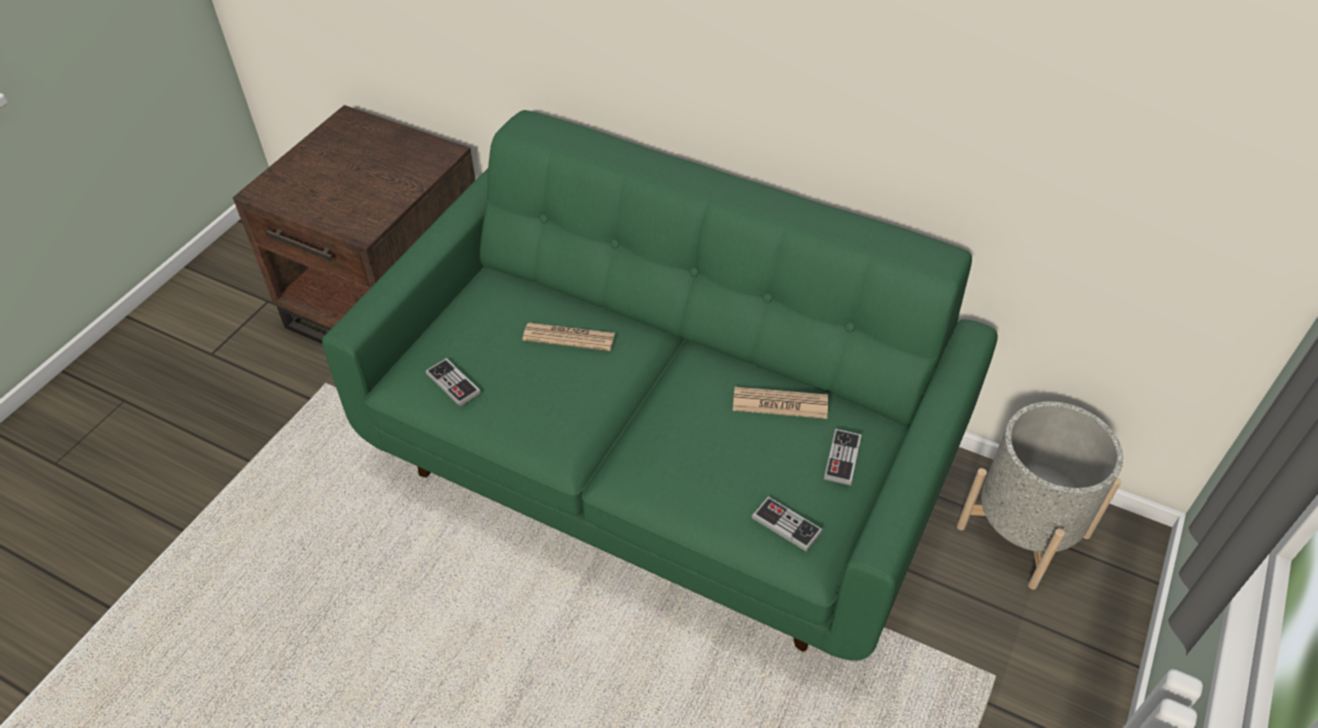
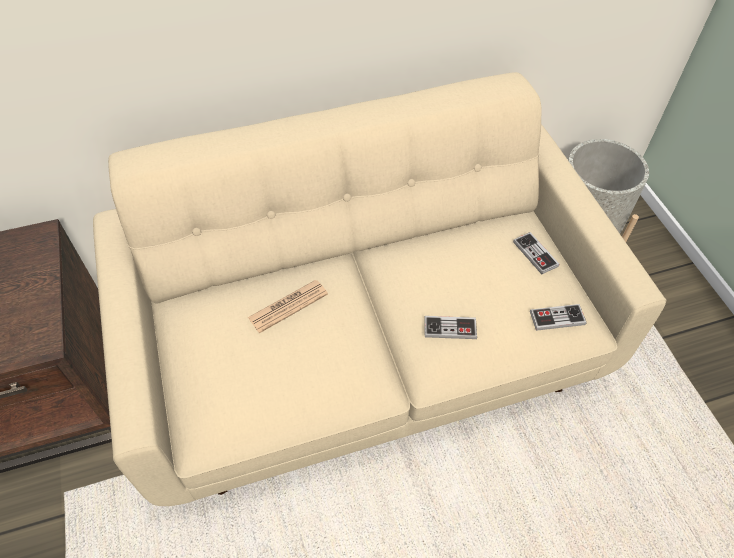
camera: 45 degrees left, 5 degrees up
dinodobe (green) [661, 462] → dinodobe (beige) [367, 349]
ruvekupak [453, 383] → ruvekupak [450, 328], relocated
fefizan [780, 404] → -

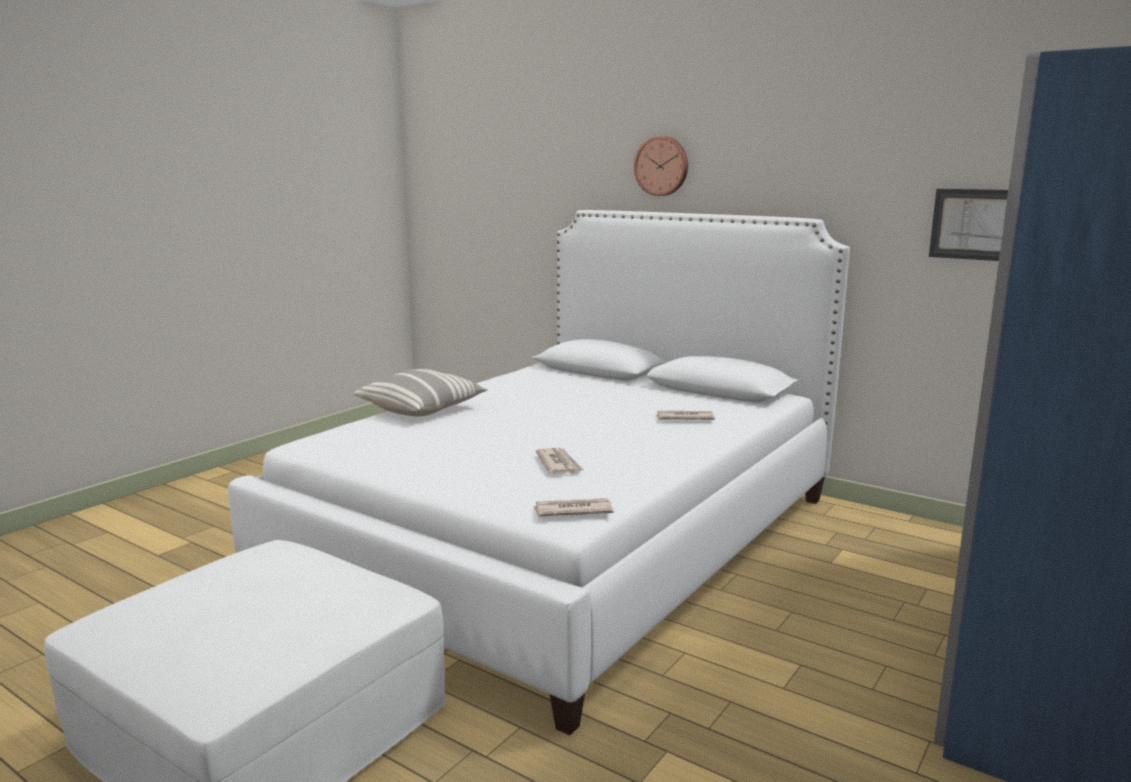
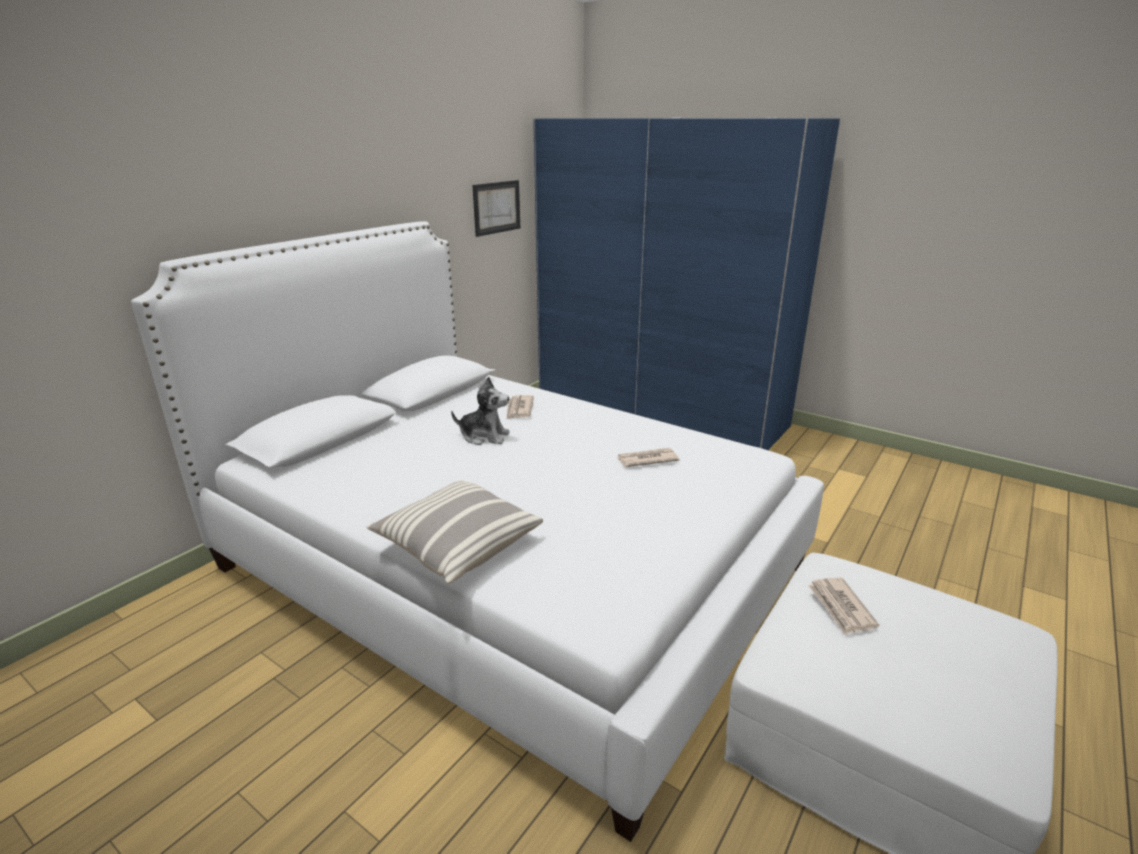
camera: 90 degrees left, 10 degrees up
fefizan [572, 511] → fefizan [841, 608], relocated
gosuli [662, 166] → -
- → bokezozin [484, 436]

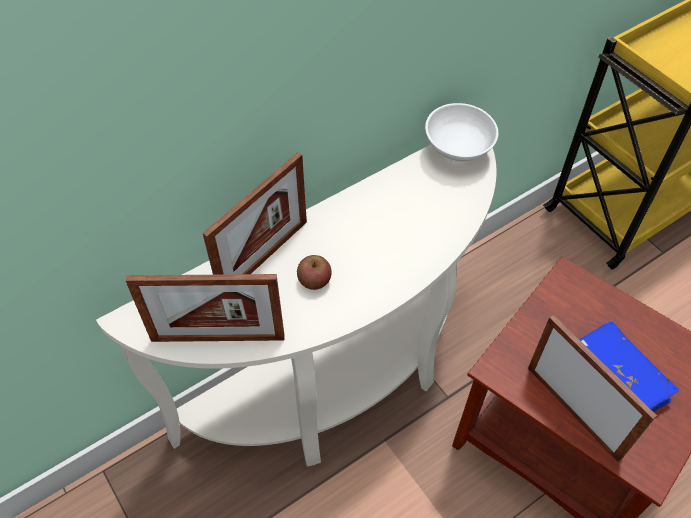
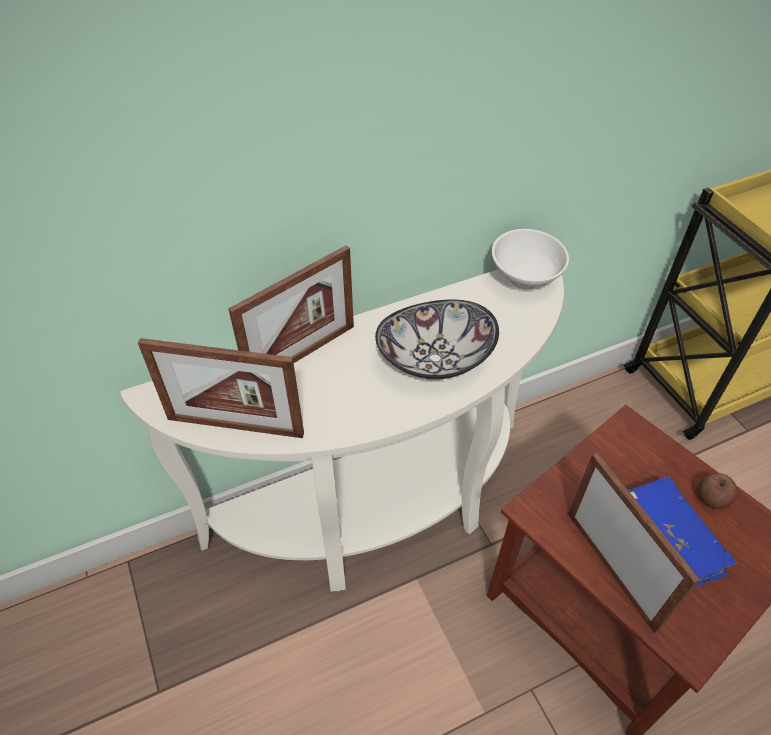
camera: 10 degrees right, 5 degrees down
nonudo [314, 280] → nonudo [712, 498], relocated
- → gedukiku [434, 358]

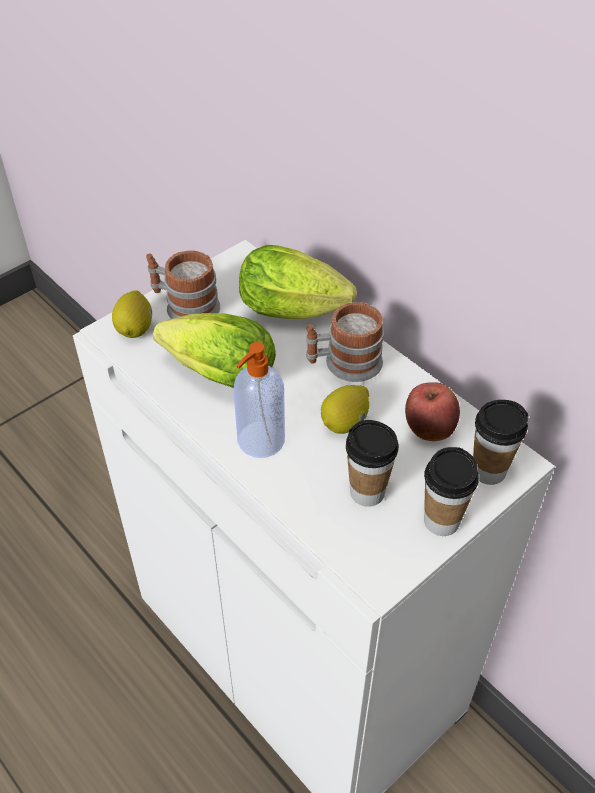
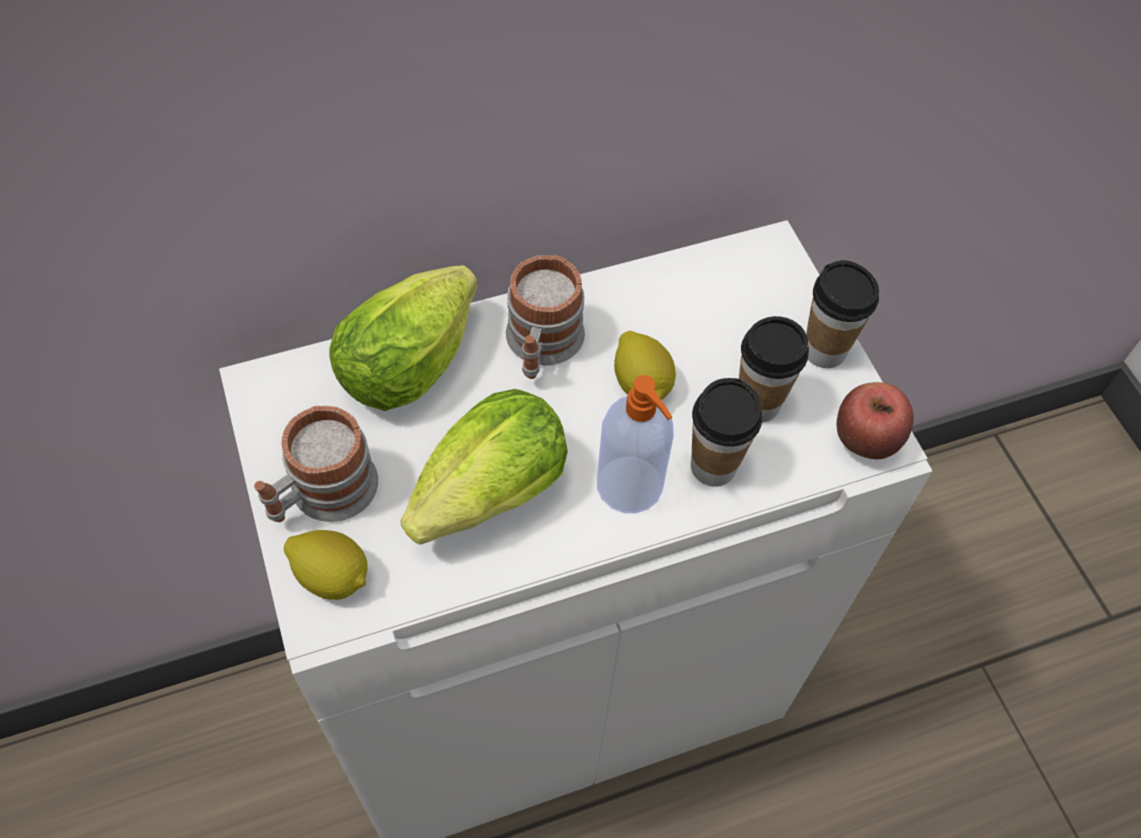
camera: 70 degrees left, 10 degrees up
nonudo [428, 430] → nonudo [864, 441], relocated
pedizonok [488, 471] → pedizonok [713, 466], relocated

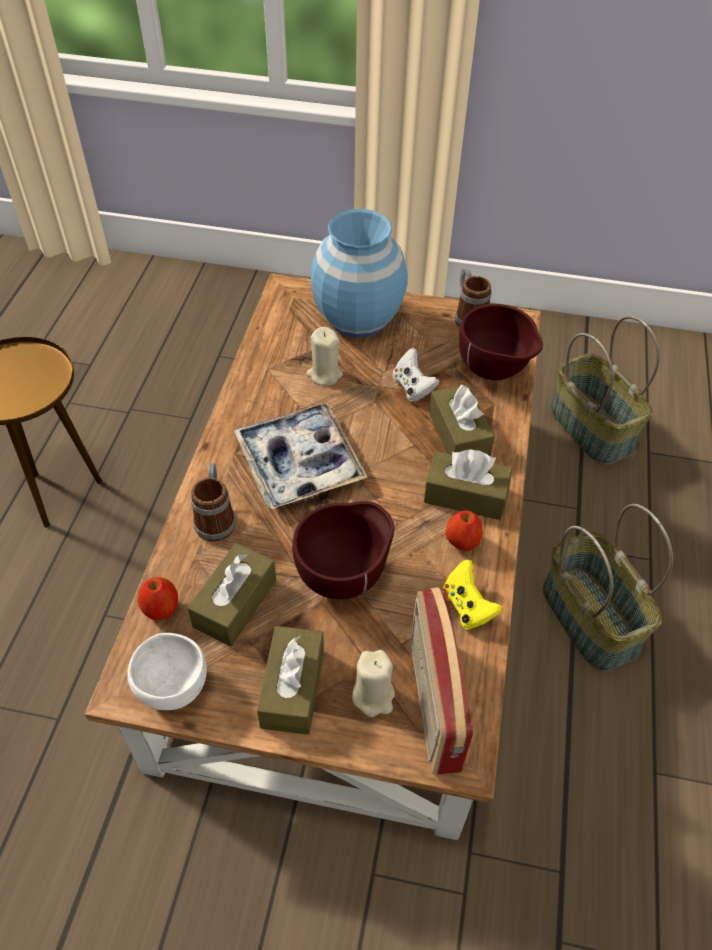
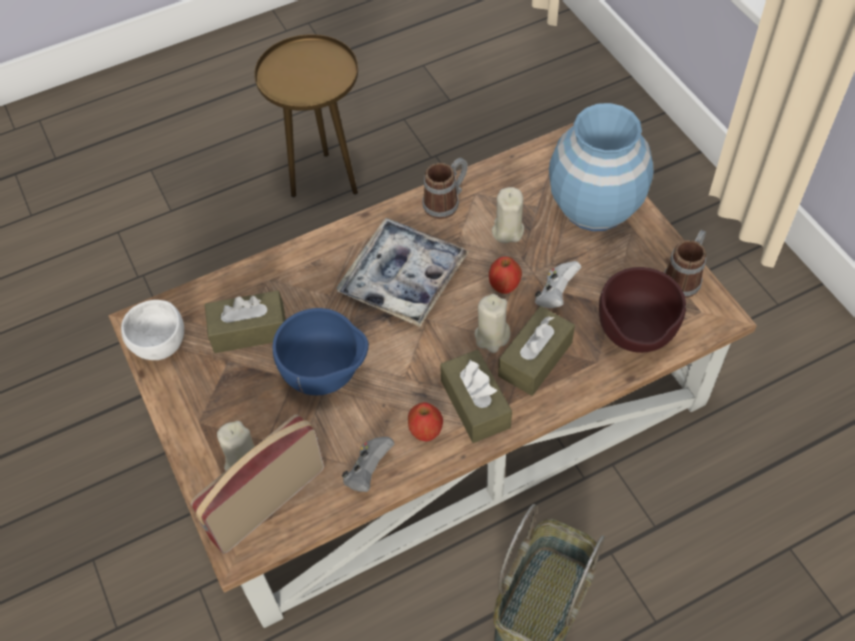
camera: 55 degrees right, 5 degrees up
nonudo [161, 609] → nonudo [504, 286], relocated
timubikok [216, 517] → timubikok [446, 201], relocated
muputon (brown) [292, 688] → -
gedukiku (brown) [344, 576] → gedukiku (blue) [327, 377]
ruvekupak (yellow) [467, 606] → ruvekupak (grey) [368, 472]
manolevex [592, 428] → -
- → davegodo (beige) [492, 336]

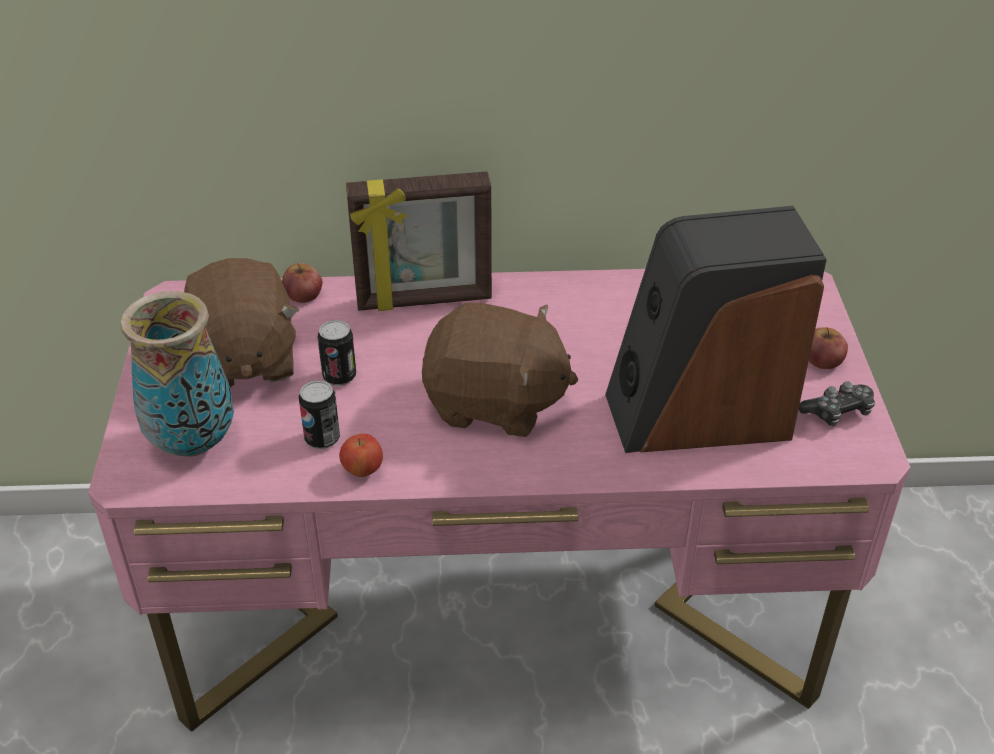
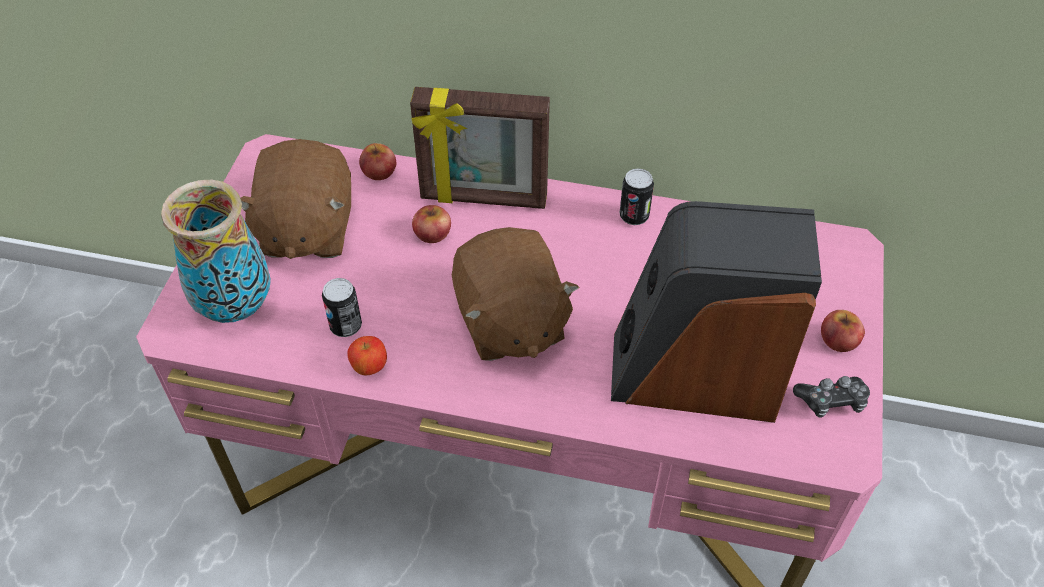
camera: 15 degrees right, 10 degrees up
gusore [339, 376] → gusore [634, 216], relocated
bokezozin (brown) [495, 404] → bokezozin (brown) [509, 322], 45 degrees clockwise
- → nonudo [432, 233]

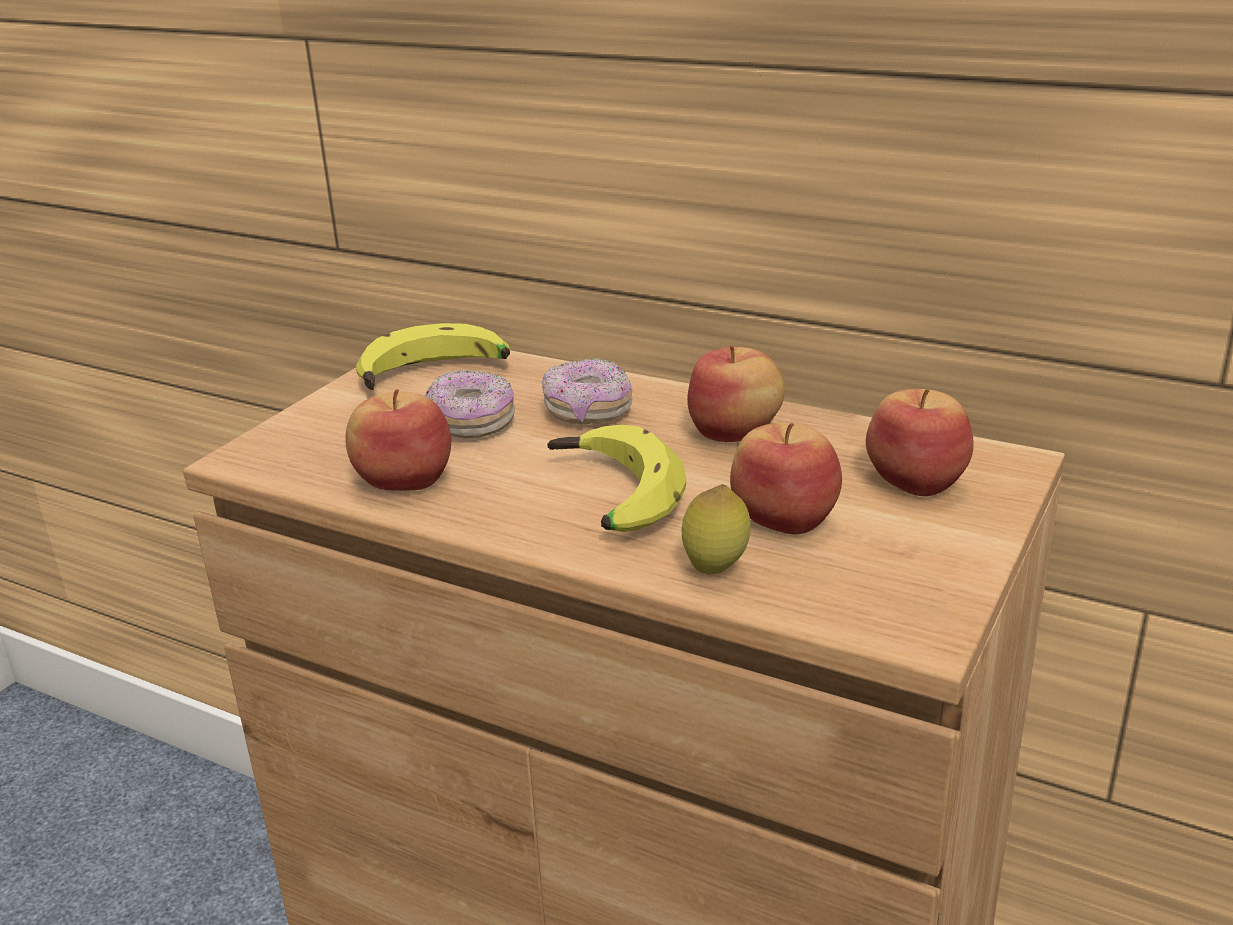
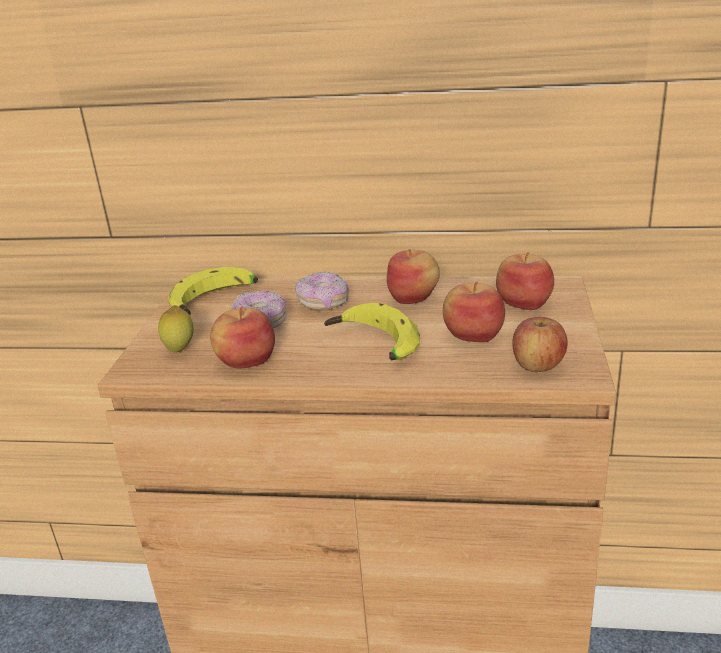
camera: 20 degrees left, 0 degrees up
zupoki [716, 570] → zupoki [180, 350], relocated
- → nonudo [538, 366]

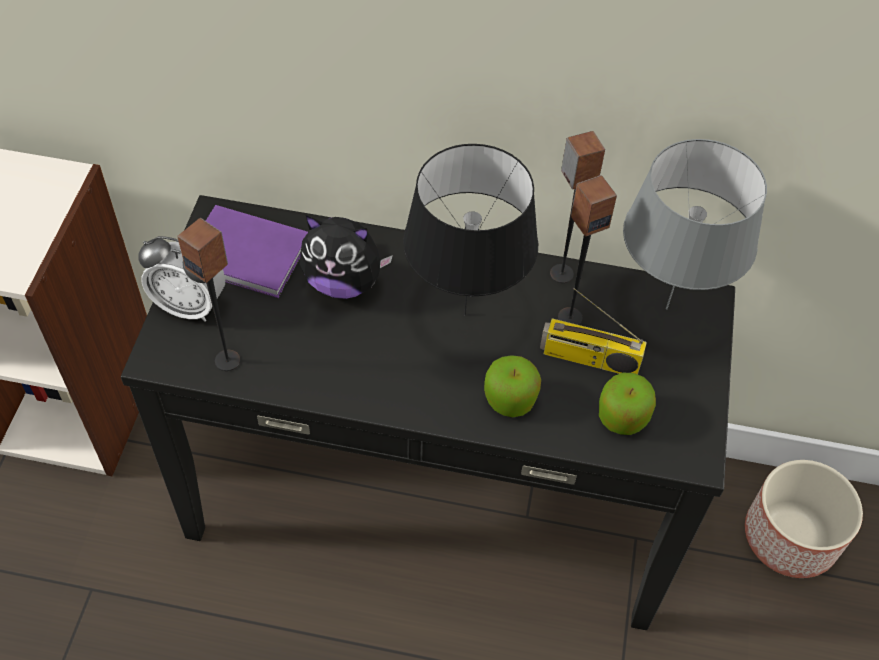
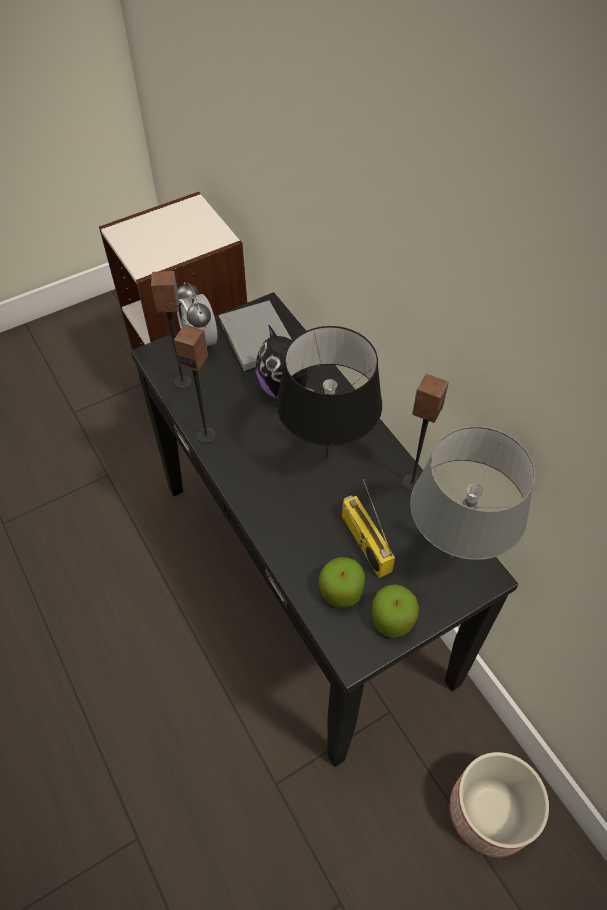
camera: 50 degrees right, 0 degrees up
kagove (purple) [249, 256] → kagove (grey) [257, 340]
nonudo [510, 399] → nonudo [392, 619], relocated
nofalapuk [569, 317] → nofalapuk [206, 435], relocated

